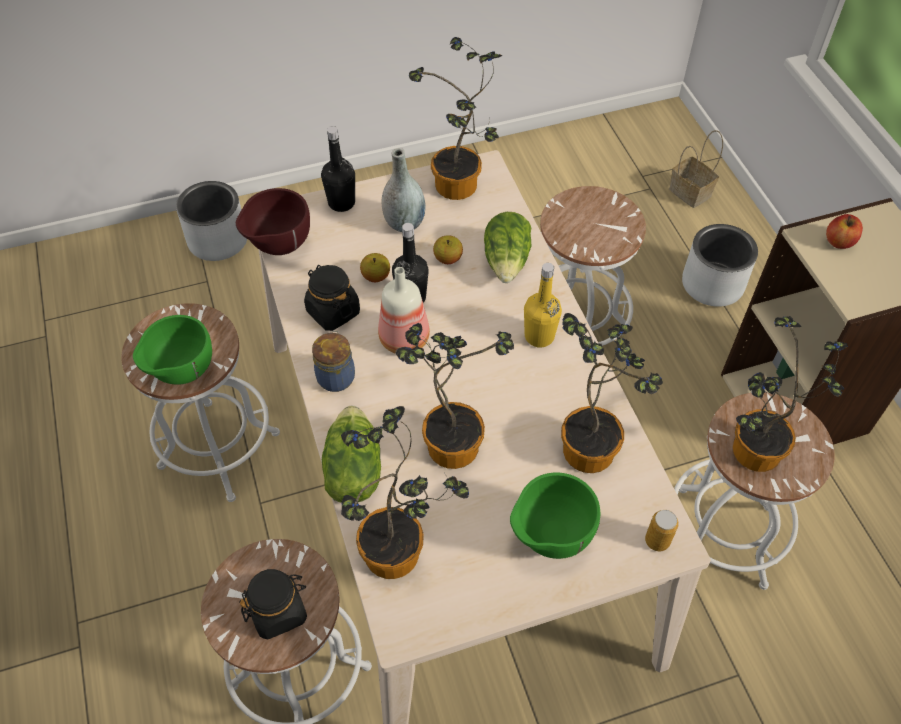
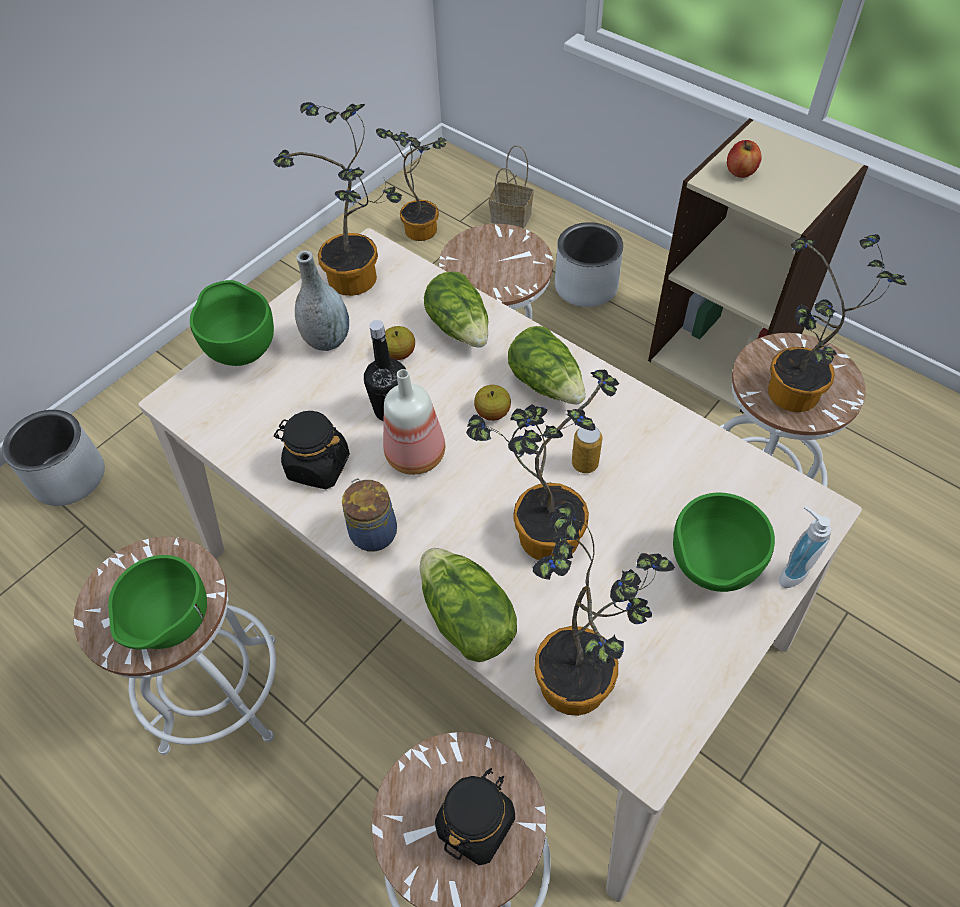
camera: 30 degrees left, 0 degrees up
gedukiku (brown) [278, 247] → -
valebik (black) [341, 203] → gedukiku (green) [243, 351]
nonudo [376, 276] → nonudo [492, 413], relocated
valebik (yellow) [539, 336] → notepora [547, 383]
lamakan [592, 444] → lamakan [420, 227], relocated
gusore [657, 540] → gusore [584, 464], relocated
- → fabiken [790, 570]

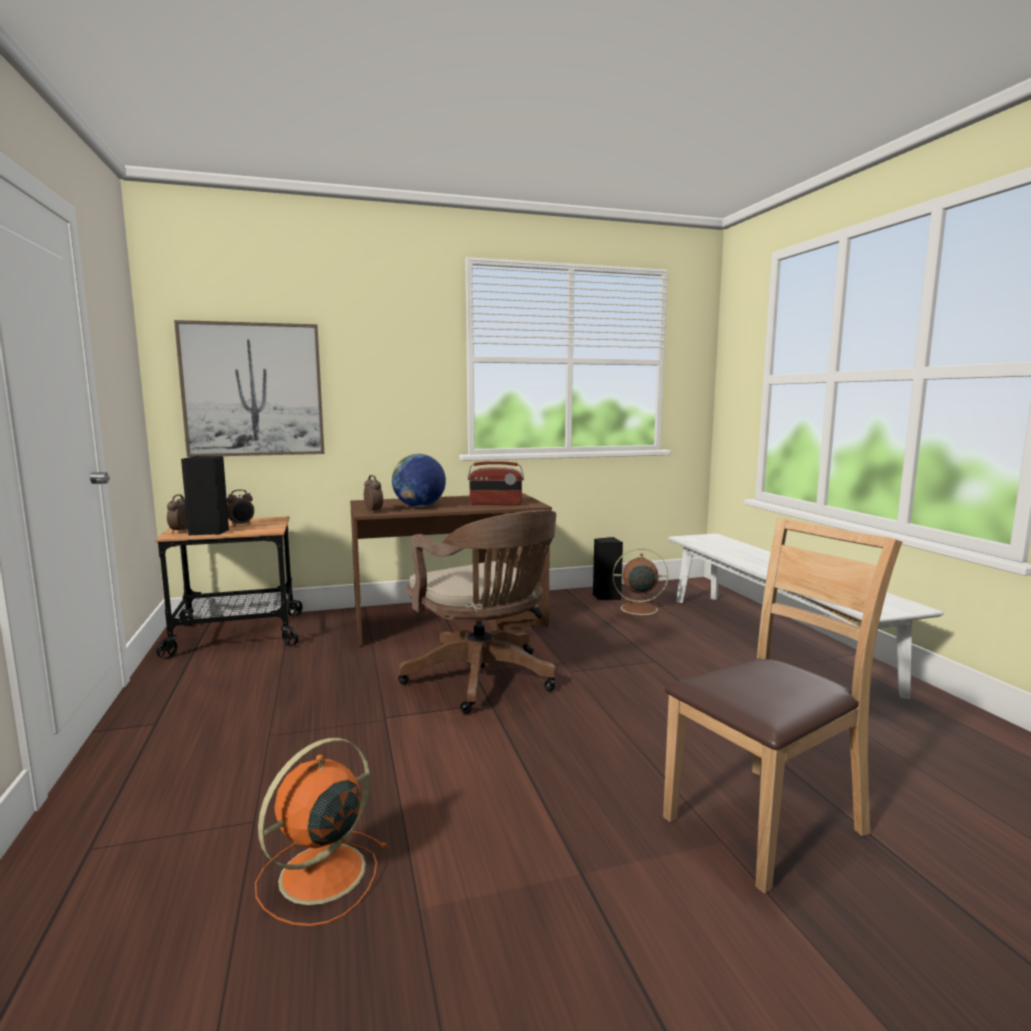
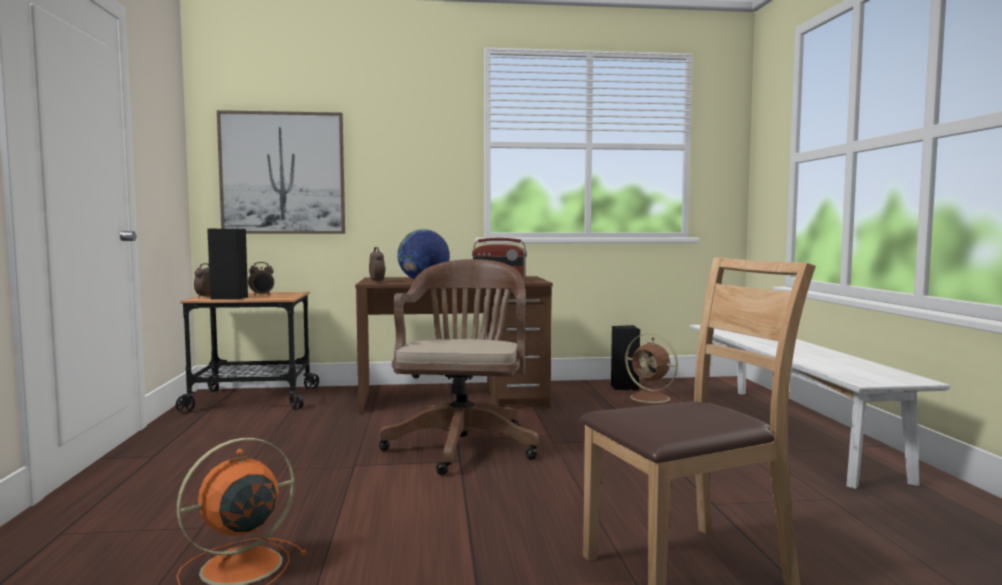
camera: 10 degrees right, 5 degrees down
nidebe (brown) [484, 680] → nidebe (brown) [463, 444], 150 degrees counterclockwise
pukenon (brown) [637, 609] → pukenon (brown) [651, 398], 150 degrees counterclockwise

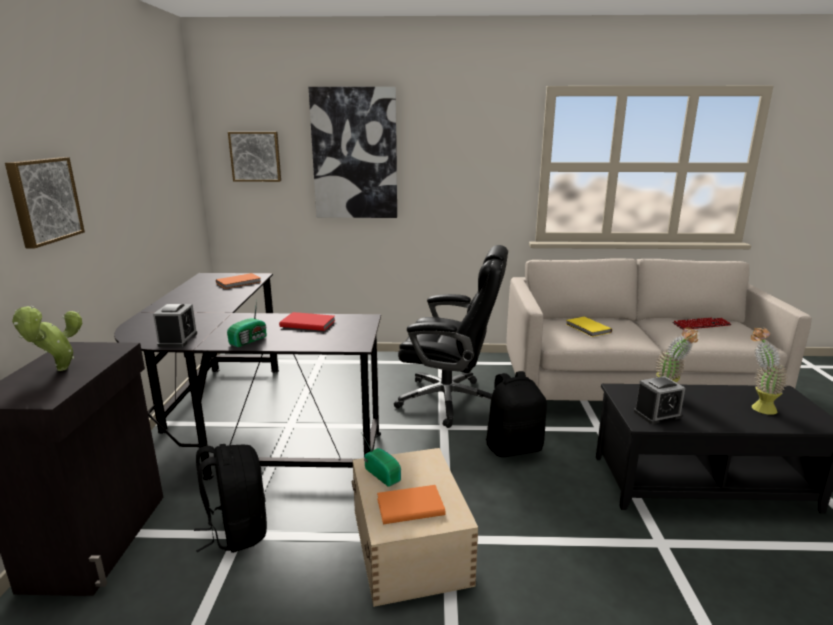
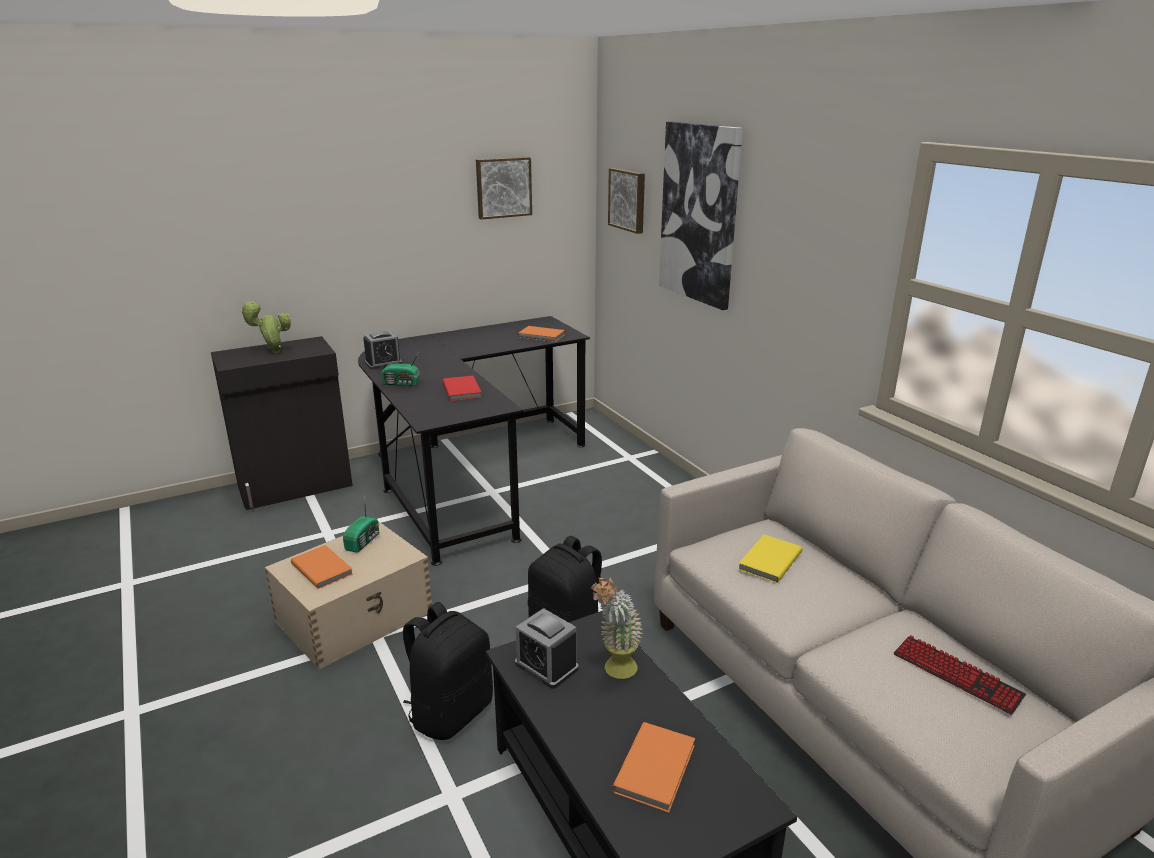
camera: 60 degrees right, 5 degrees up
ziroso [43, 200] → ziroso [503, 187], relocated
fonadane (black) [237, 531] → fonadane (black) [450, 712], relocated
nidebe (black) [449, 401] → -
lamakan [757, 406] → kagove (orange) [657, 768]

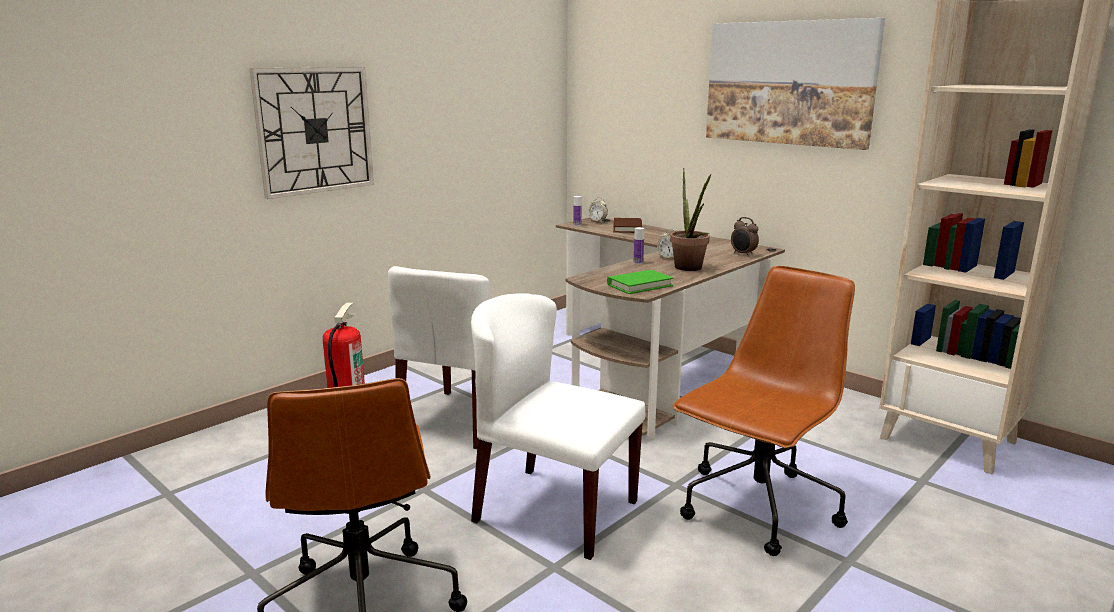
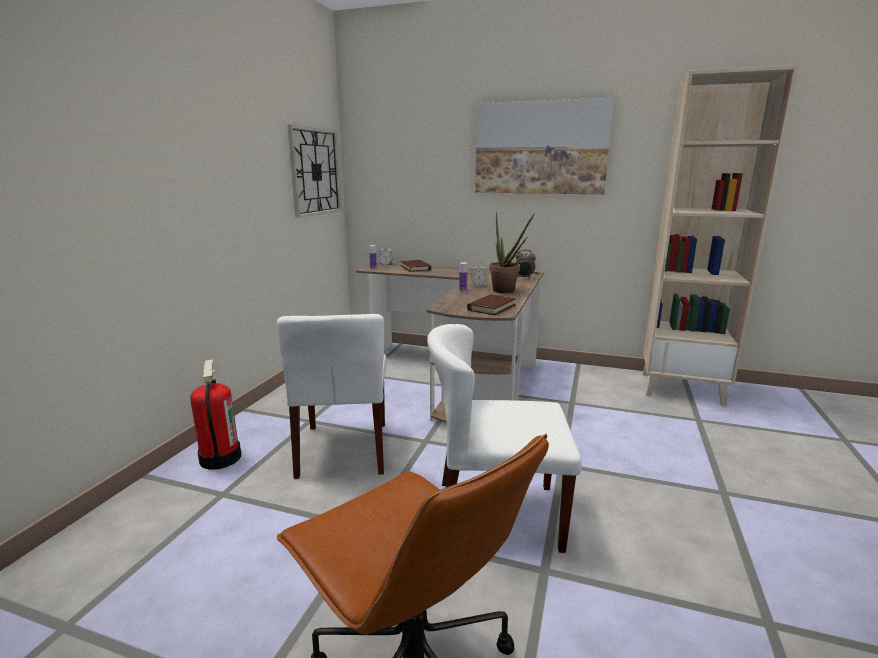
camera: 25 degrees left, 0 degrees up
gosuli [315, 130] → gosuli [315, 172], relocated
kagove (green) [639, 285] → kagove (brown) [491, 307]
nidebe (brown) [757, 509] → -

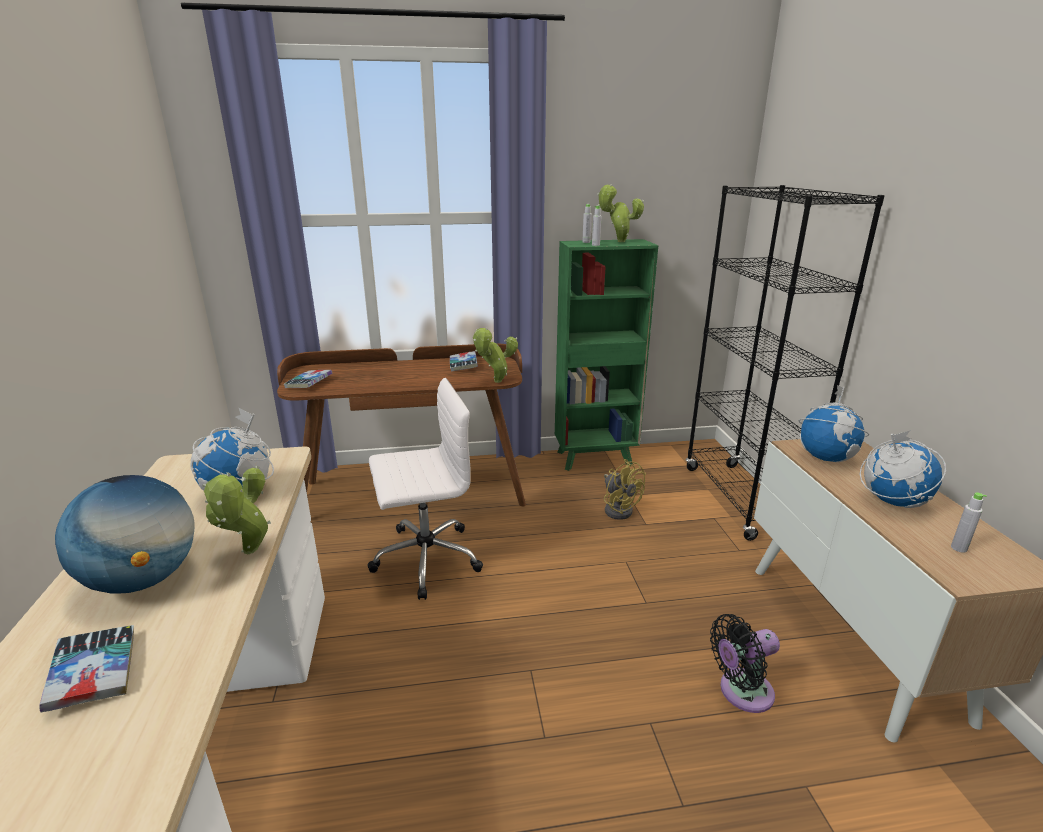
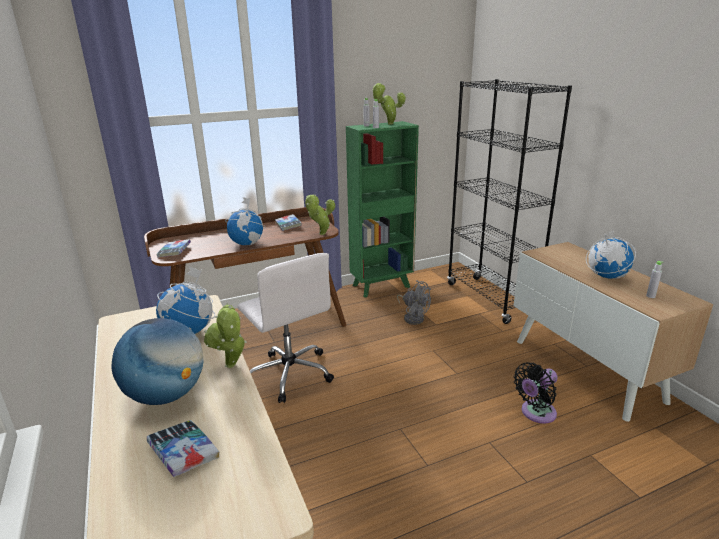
camera: 15 degrees left, 0 degrees up
nidebe (white) [424, 559] → nidebe (white) [289, 373], 90 degrees clockwise
pukenon (yellow) [619, 508] → pukenon (grey) [413, 317]
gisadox [826, 458] → gisadox [247, 243], relocated

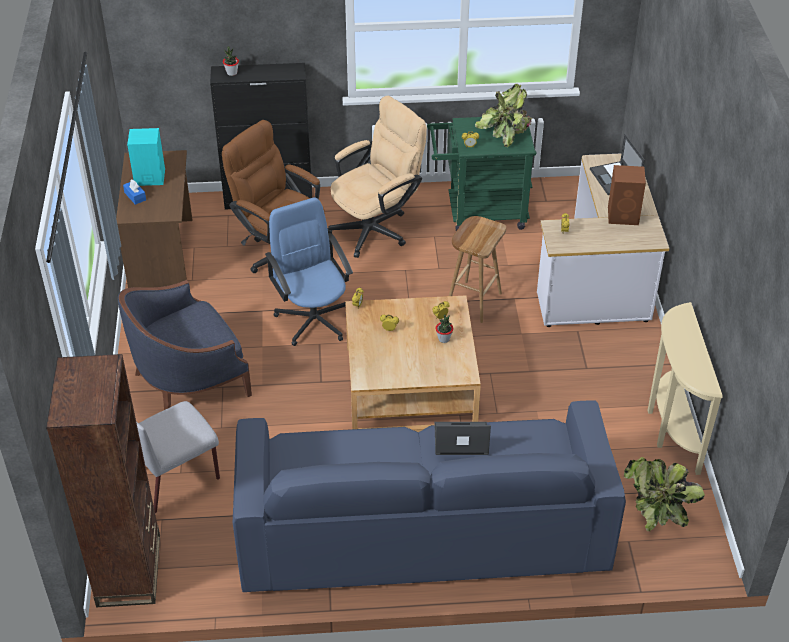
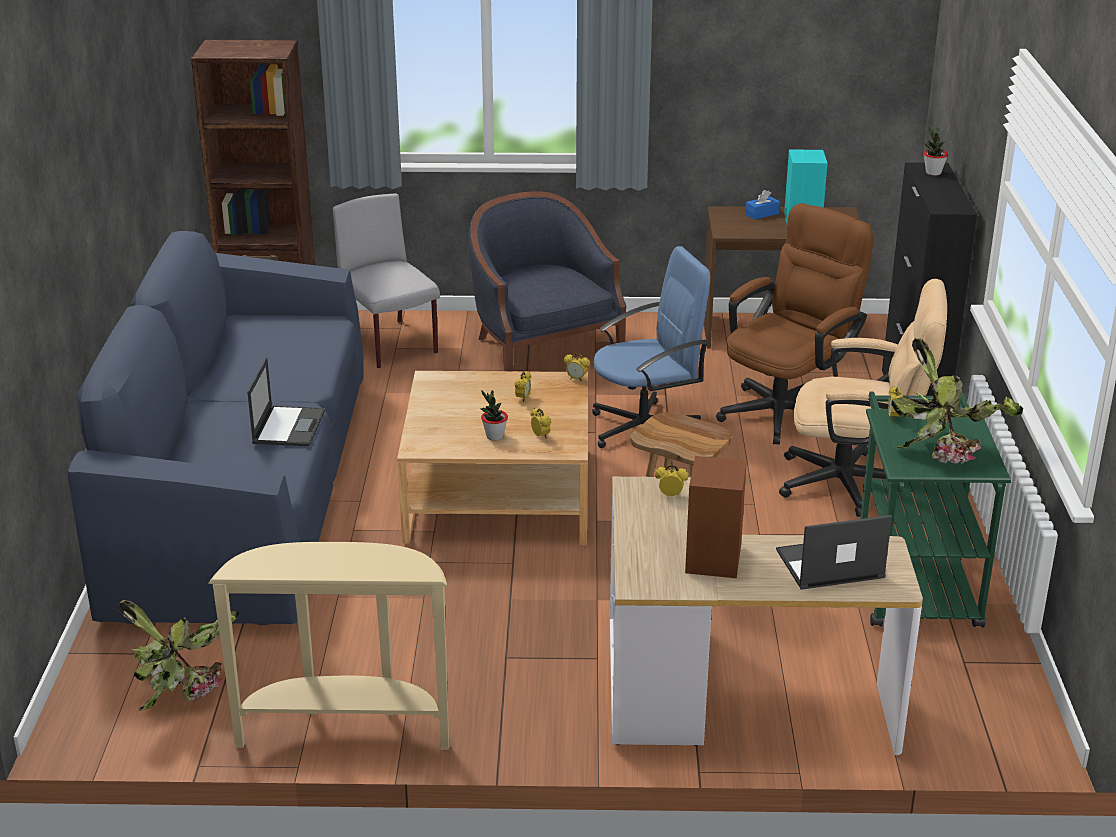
camera: 95 degrees right, 15 degrees down
nidebe (beige) [376, 227] → nidebe (beige) [856, 484], 45 degrees counterclockwise

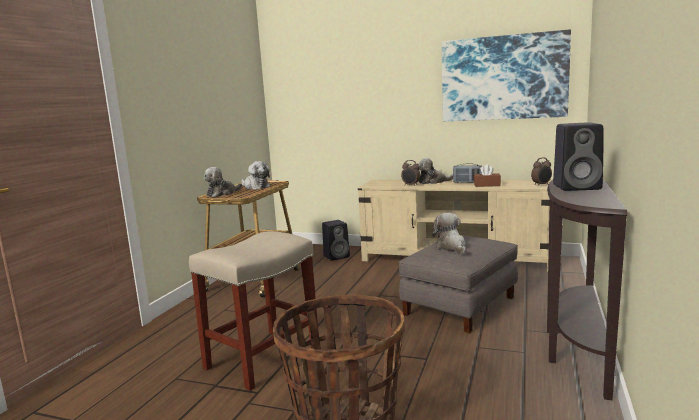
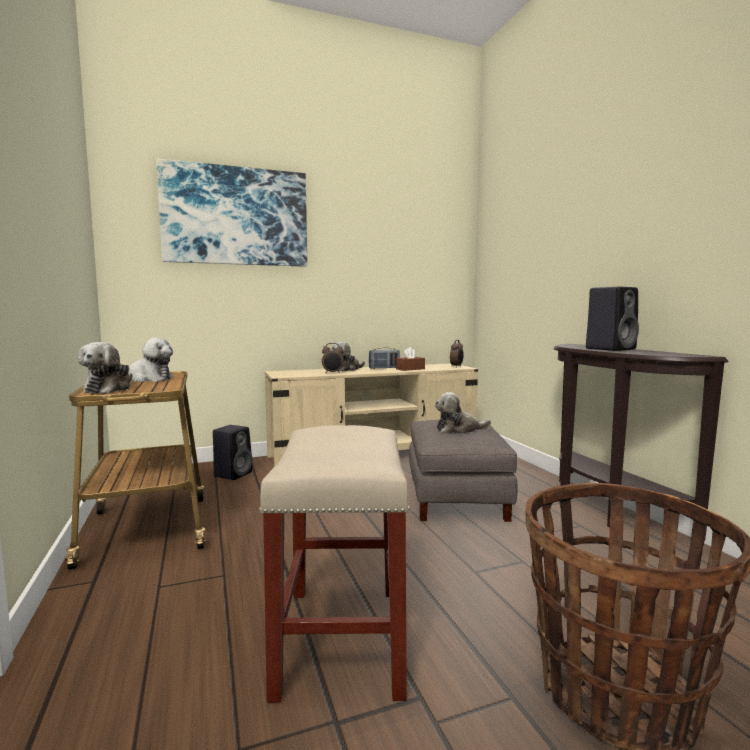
camera: 40 degrees left, 5 degrees down
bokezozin [451, 247] → bokezozin [458, 429], 45 degrees counterclockwise
ziroso [503, 78] → ziroso [236, 216], relocated

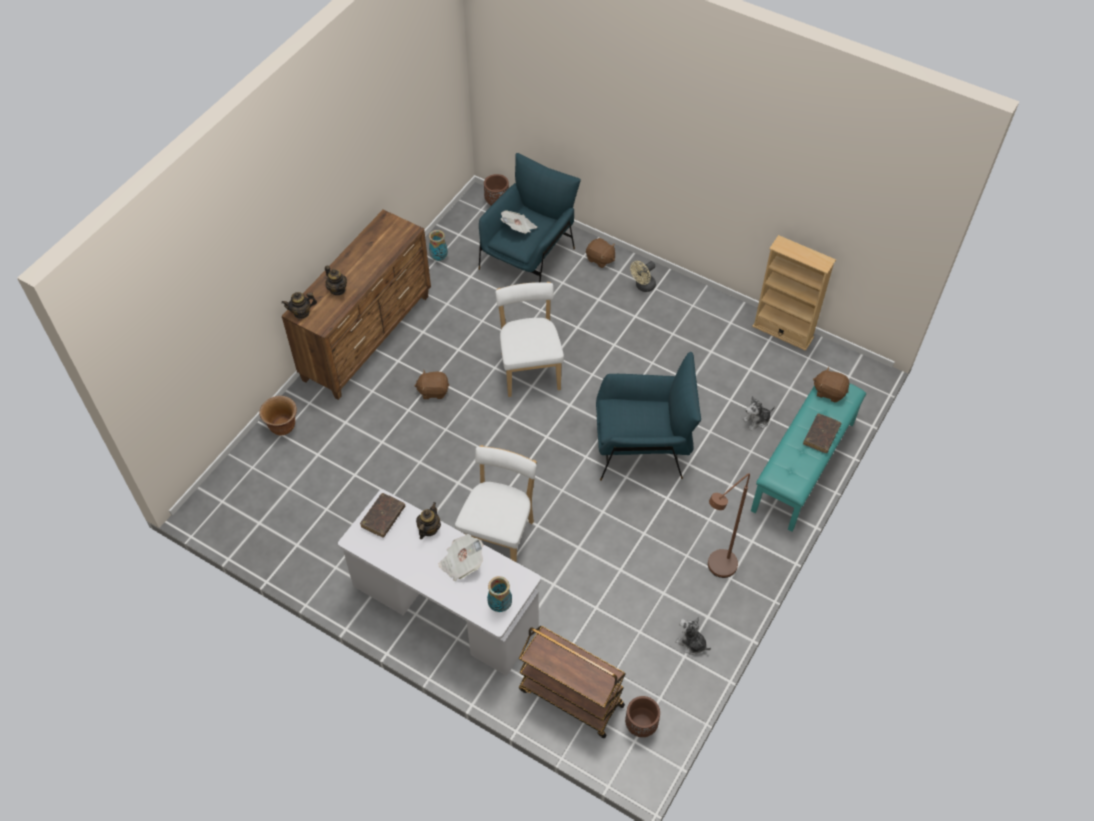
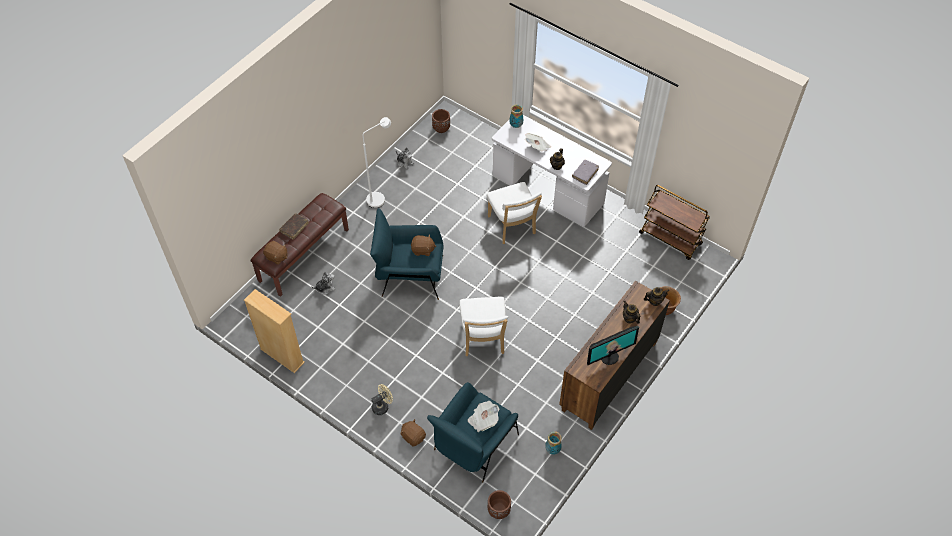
camera: 175 degrees left, 0 degrees up
kagove (brown) [383, 517] → kagove (grey) [585, 174]
bokezozin (brown) [433, 391] → bokezozin (brown) [423, 250], relocated
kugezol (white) [499, 535] → kugezol (white) [512, 227], 45 degrees counterclockwise
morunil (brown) [570, 697] → morunil (brown) [671, 239], relocated
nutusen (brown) [716, 570] → nutusen (white) [380, 198]
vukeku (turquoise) [804, 466] → vukeku (brown) [303, 254]
- → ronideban [609, 356]

